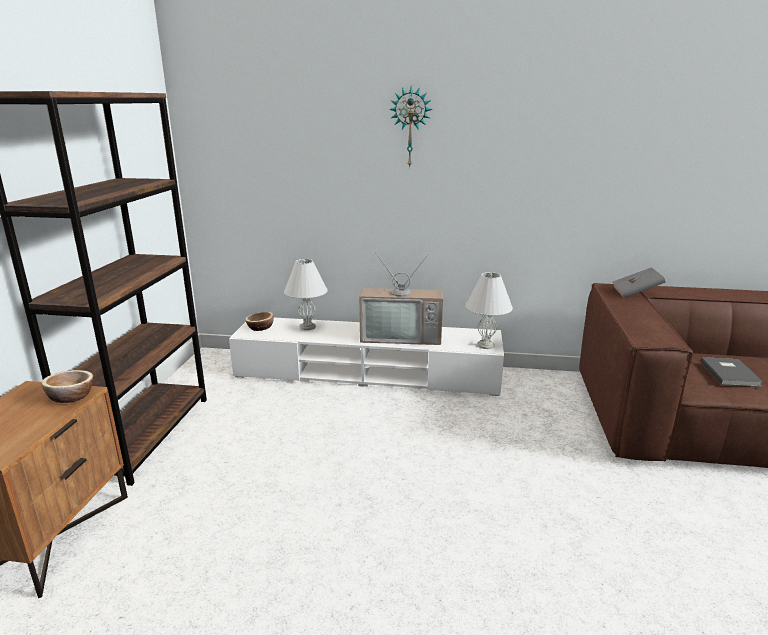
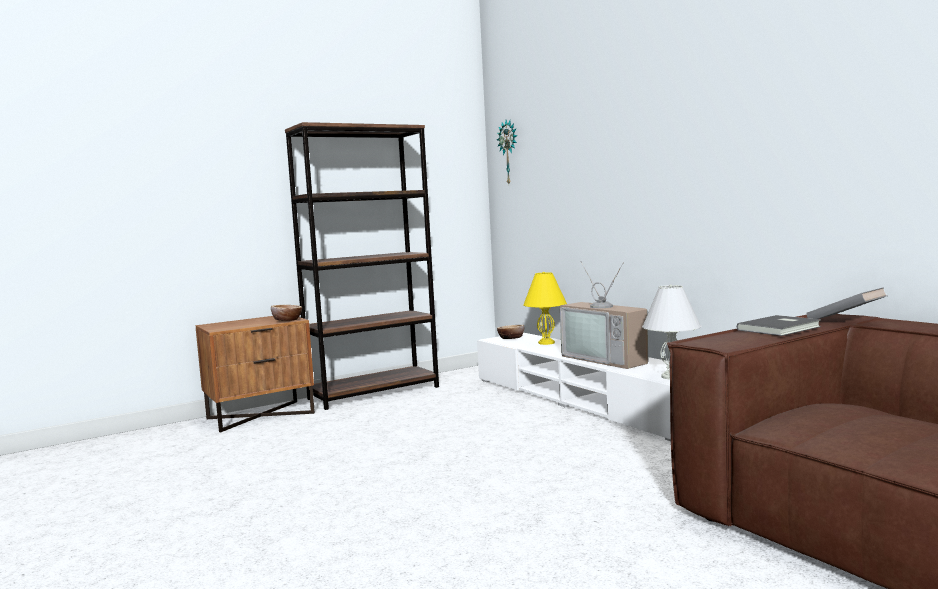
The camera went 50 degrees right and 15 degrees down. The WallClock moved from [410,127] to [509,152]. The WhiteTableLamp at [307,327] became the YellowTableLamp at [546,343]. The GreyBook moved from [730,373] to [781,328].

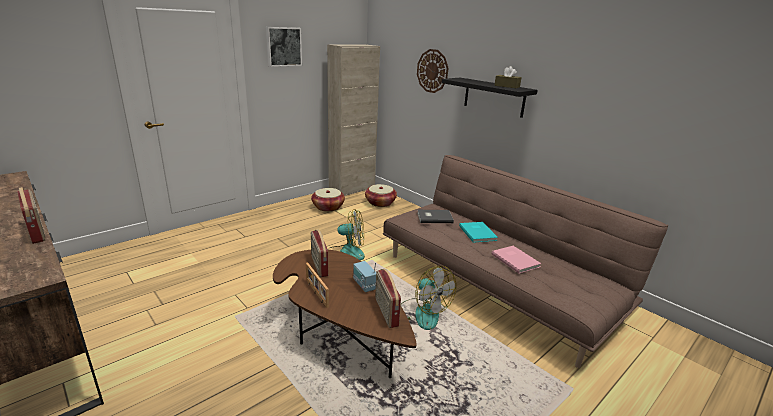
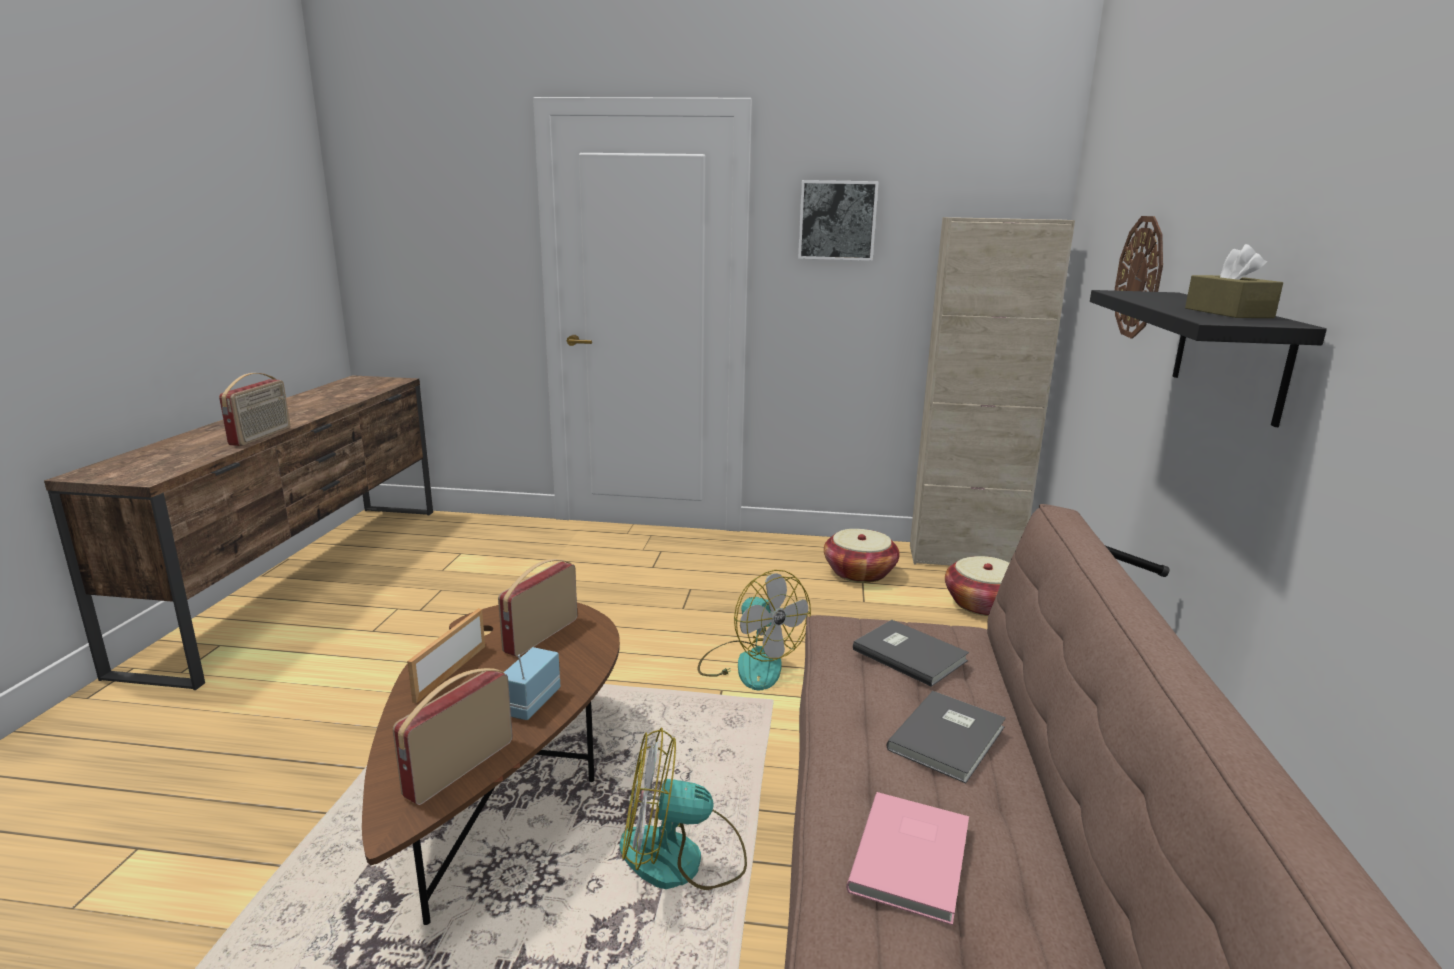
The camera went 50 degrees right and 5 degrees down. The TurquoiseBook at [478,233] became the GreyBook at [950,738]. The Fan at [421,313] turned 75 degrees clockwise.

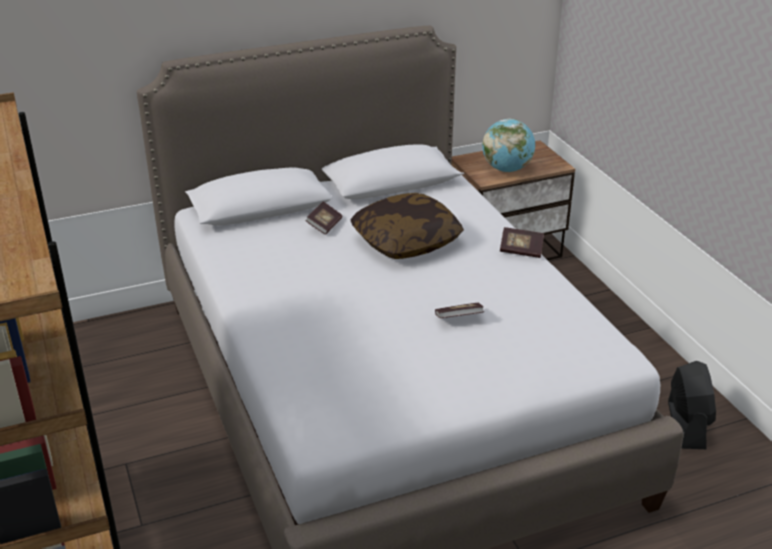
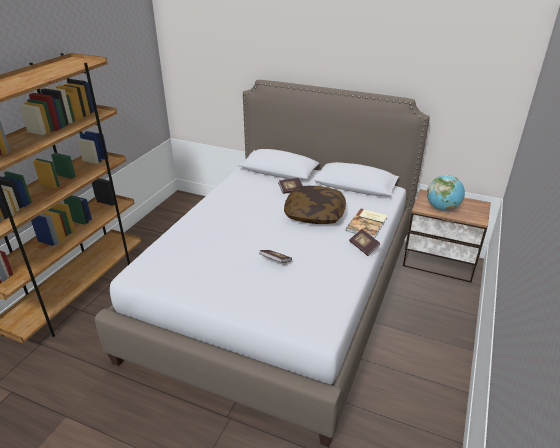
The camera went 45 degrees right and 0 degrees up. The BlackFan at [686,425] disappeared. The Book at [367,224] appeared.

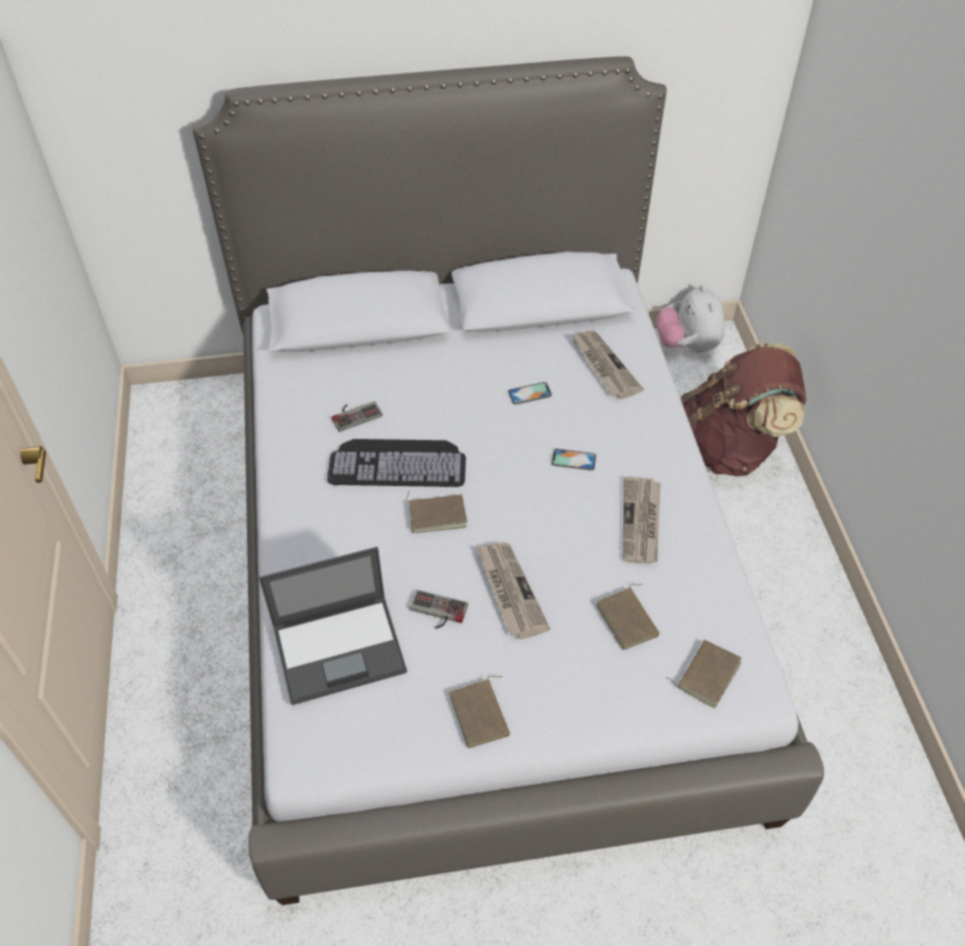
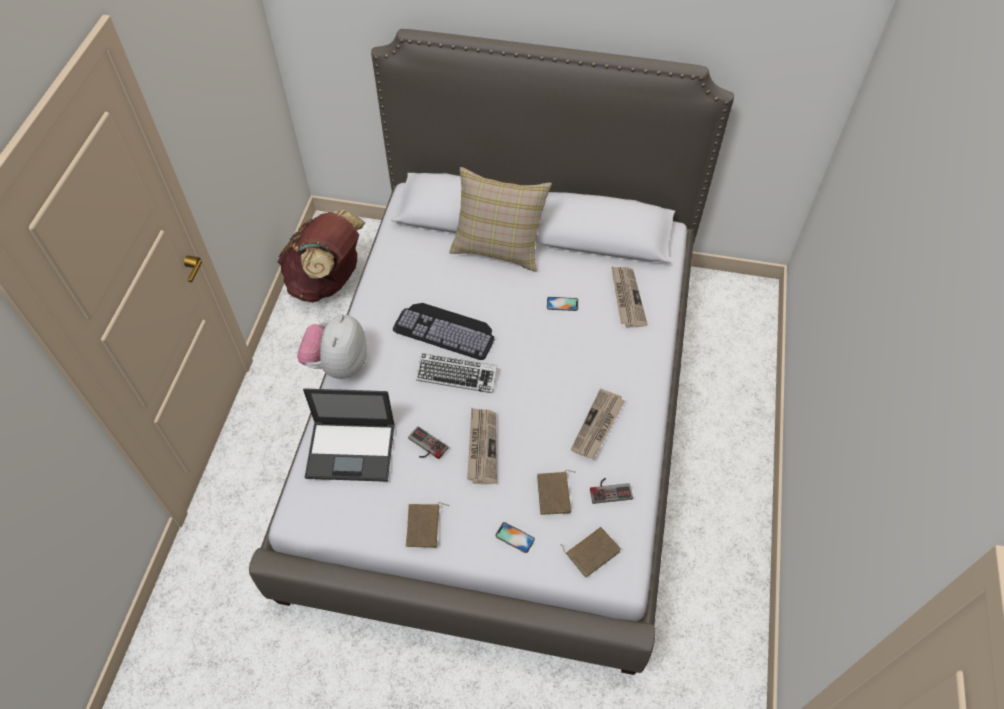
The camera went 20 degrees right and 5 degrees up. The PlushToy moved from [687,345] to [338,364]. The BrownBackpack moved from [730,447] to [327,281]. The GameController moved from [355,414] to [610,489]. The Phone moved from [573,460] to [515,537]. The BrownBook at [437,514] was replaced by the Keyboard at [457,375]. The BeigePillow at [499,245] appeared.

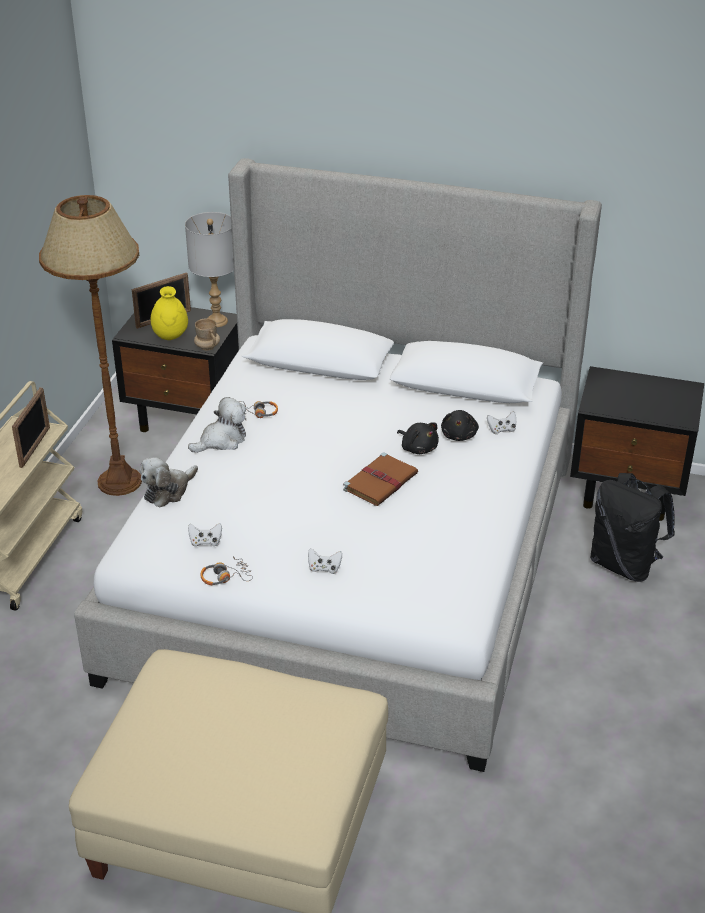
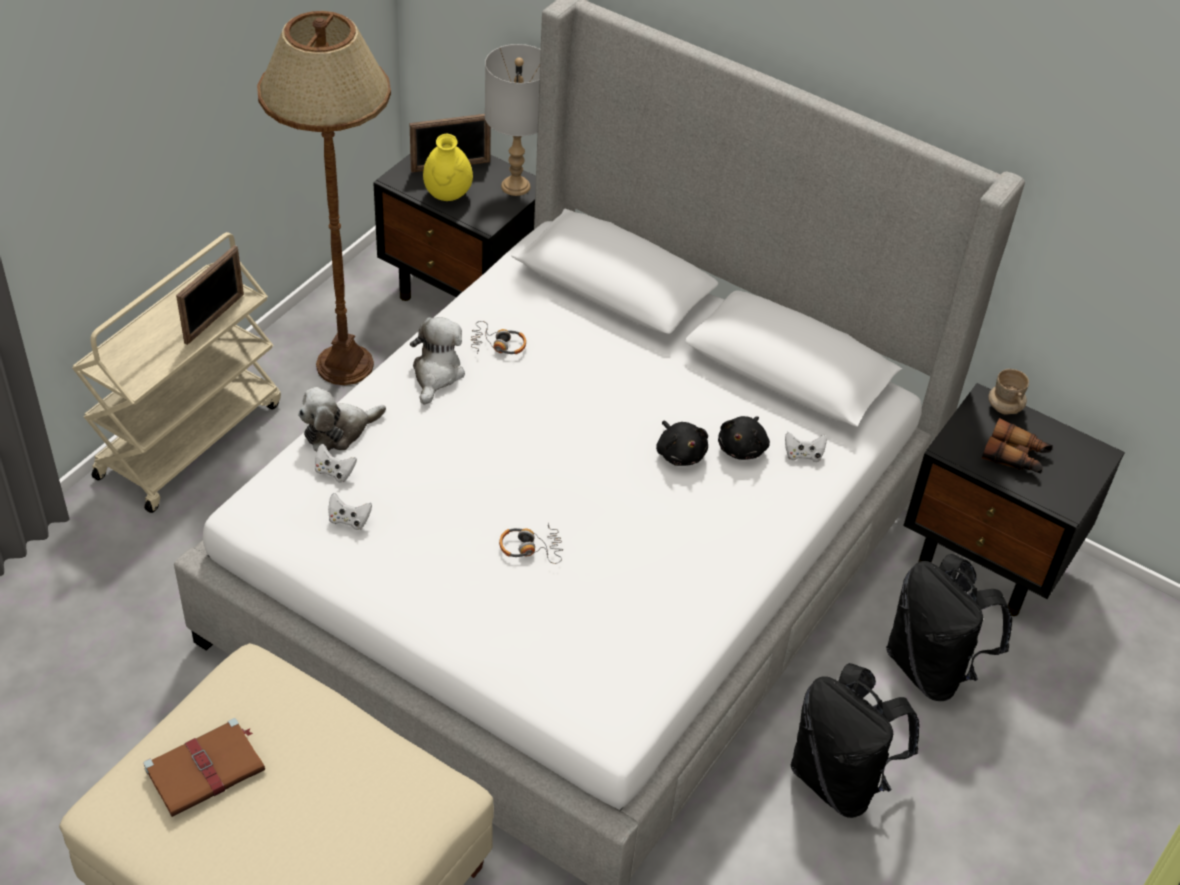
The camera went 15 degrees right and 10 degrees up. The BeigeMug moved from [207,347] to [1004,407]. The PlushToy at [222,440] turned 60 degrees counterclockwise. The BrownBook moved from [381,481] to [207,769]. The WhiteGameController moved from [324,568] to [334,472]. The Headphones moved from [225,577] to [530,548]. The Binoculars at [1015,456] appeared. The BlackBackpack at [840,779] appeared.

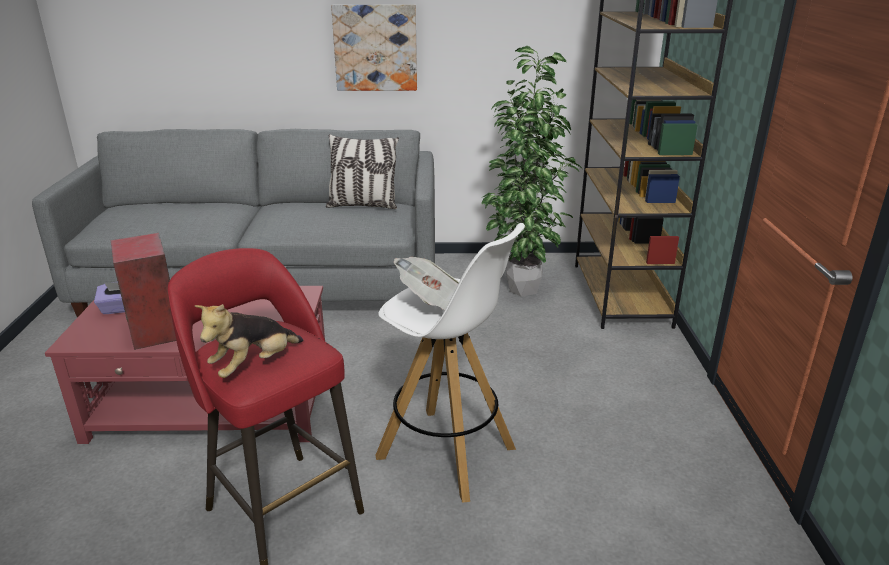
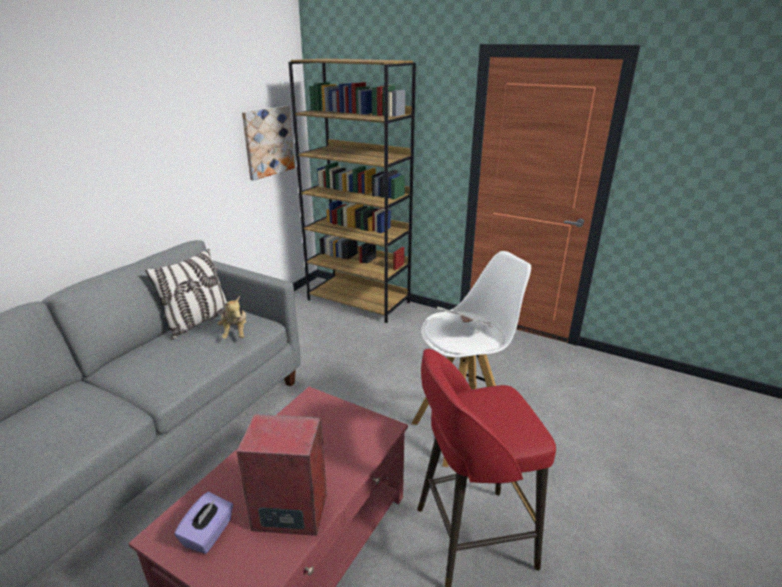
The camera went 60 degrees left and 0 degrees up. The Picture moved from [375,48] to [268,142]. The PottedPlant at [522,288] disappeared. The PlushToy moved from [254,365] to [235,333].

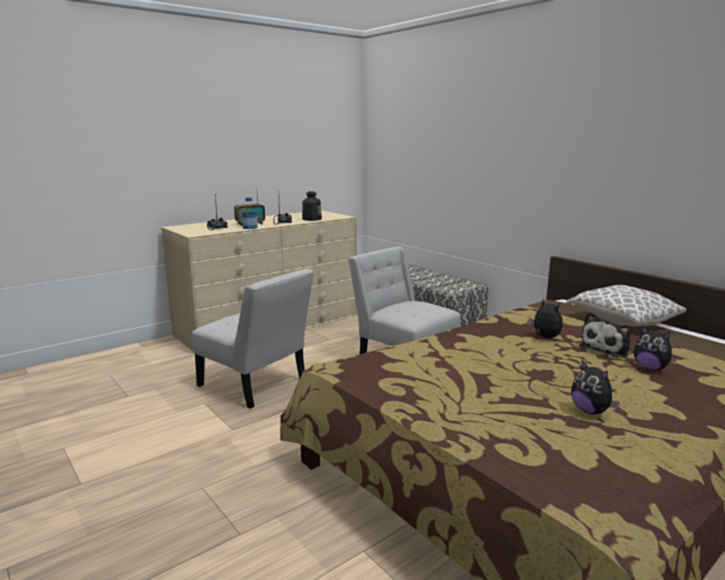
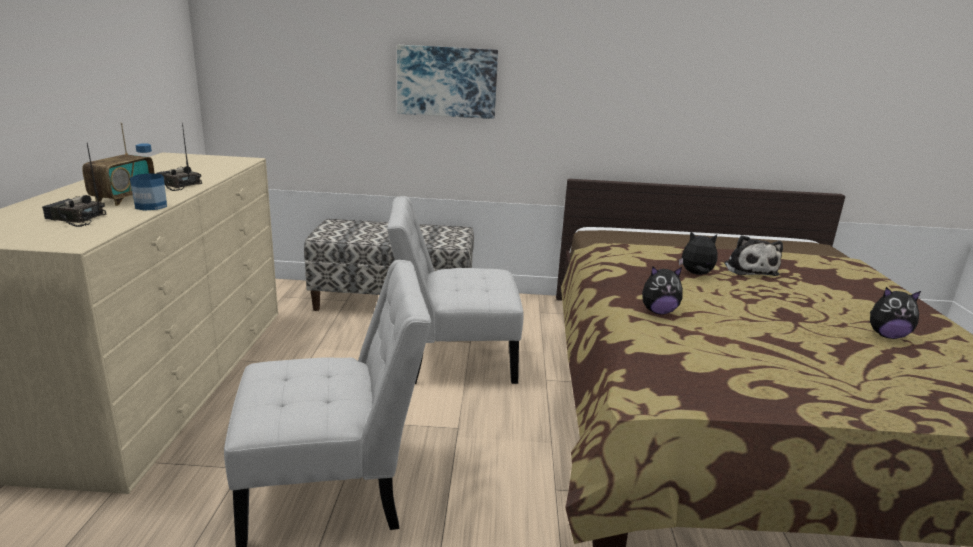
The camera went 50 degrees left and 5 degrees up. The Bottle at [311,219] disappeared. The Pillow at [622,321] disappeared. The PlushToy moved from [650,368] to [658,312]. The Picture at [447,81] appeared.

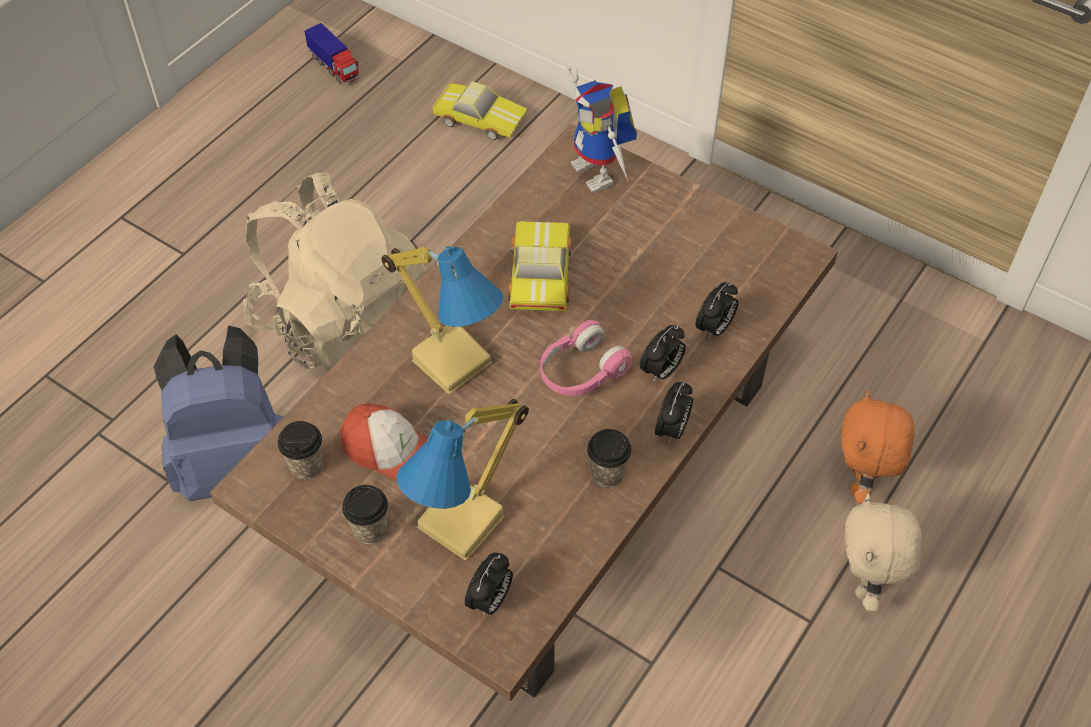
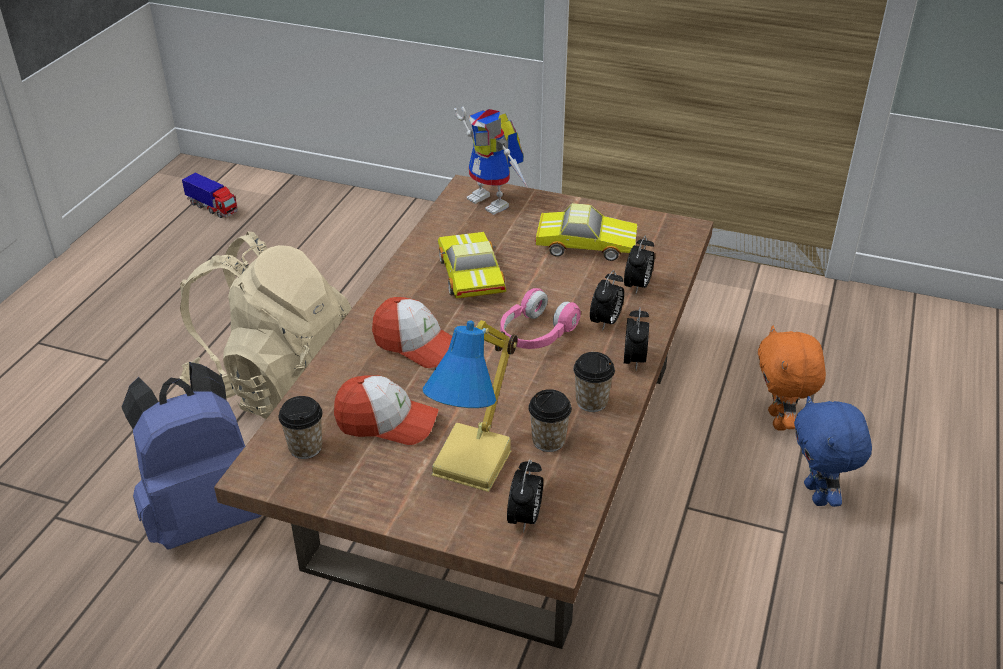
The camera went 15 degrees left and 15 degrees down. The ToyCar moved from [480,117] to [585,243]. The TableLamp at [453,359] was replaced by the Cap at [417,344]. The Cup moved from [370,529] to [548,441]. The BeigePlushToy at [865,585] became the BluePlushToy at [818,494].

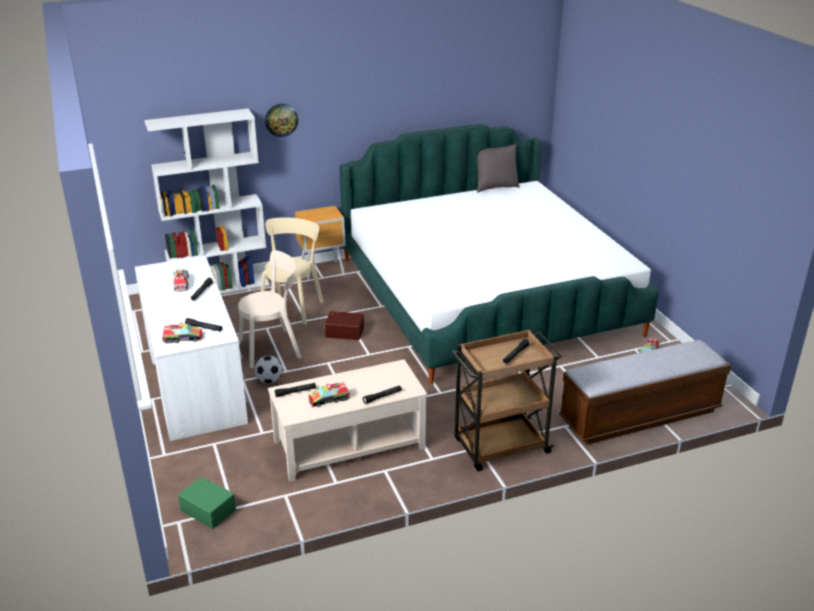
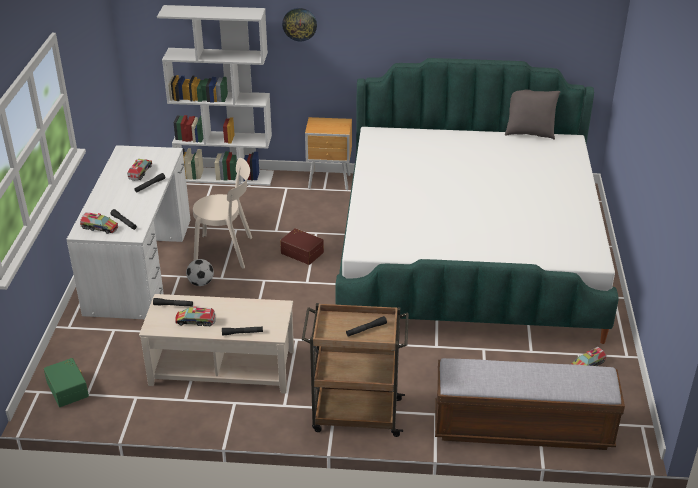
The camera went 25 degrees right and 5 degrees up. The BeigeChair at [293,307] disappeared.

